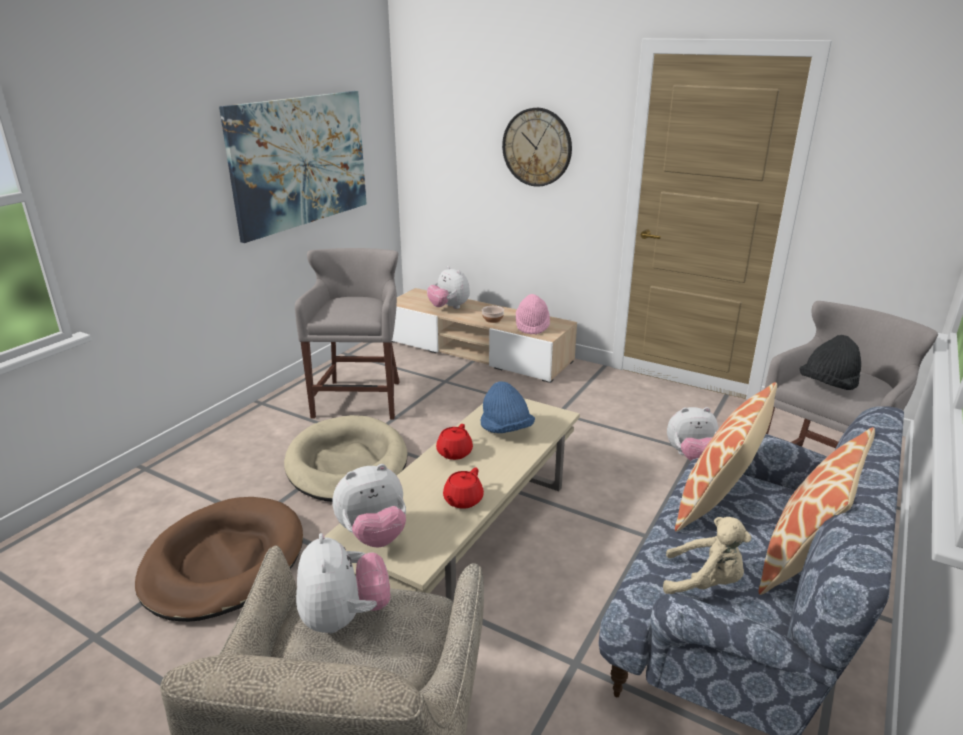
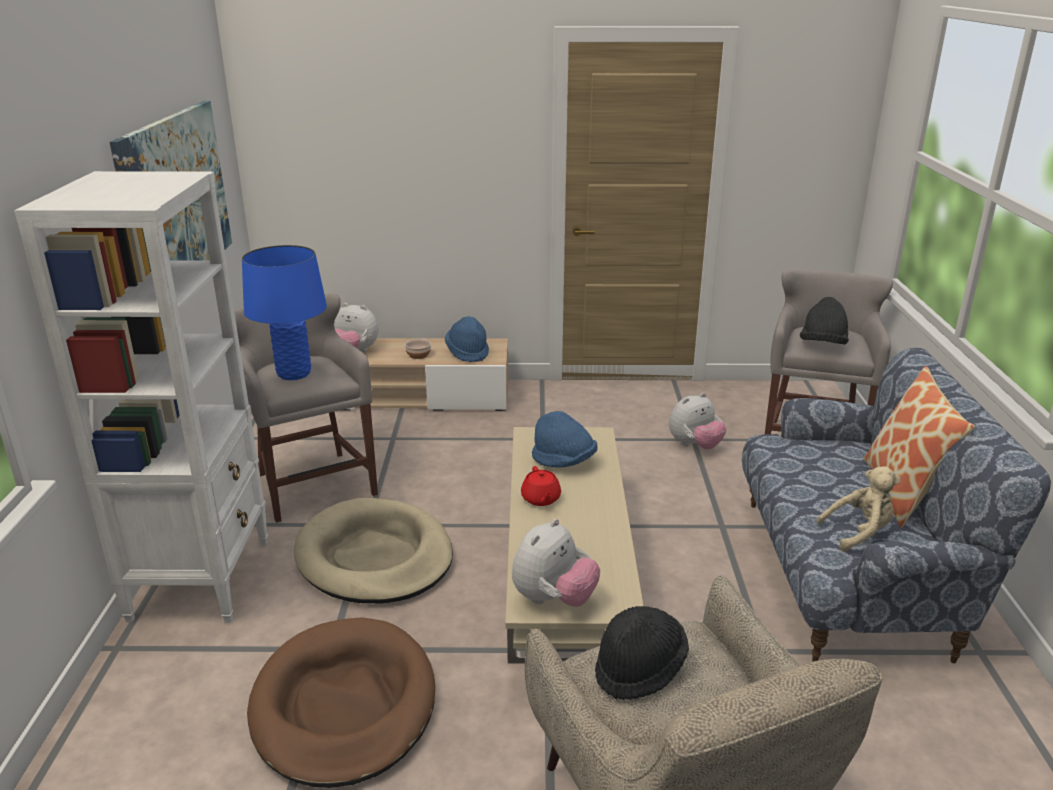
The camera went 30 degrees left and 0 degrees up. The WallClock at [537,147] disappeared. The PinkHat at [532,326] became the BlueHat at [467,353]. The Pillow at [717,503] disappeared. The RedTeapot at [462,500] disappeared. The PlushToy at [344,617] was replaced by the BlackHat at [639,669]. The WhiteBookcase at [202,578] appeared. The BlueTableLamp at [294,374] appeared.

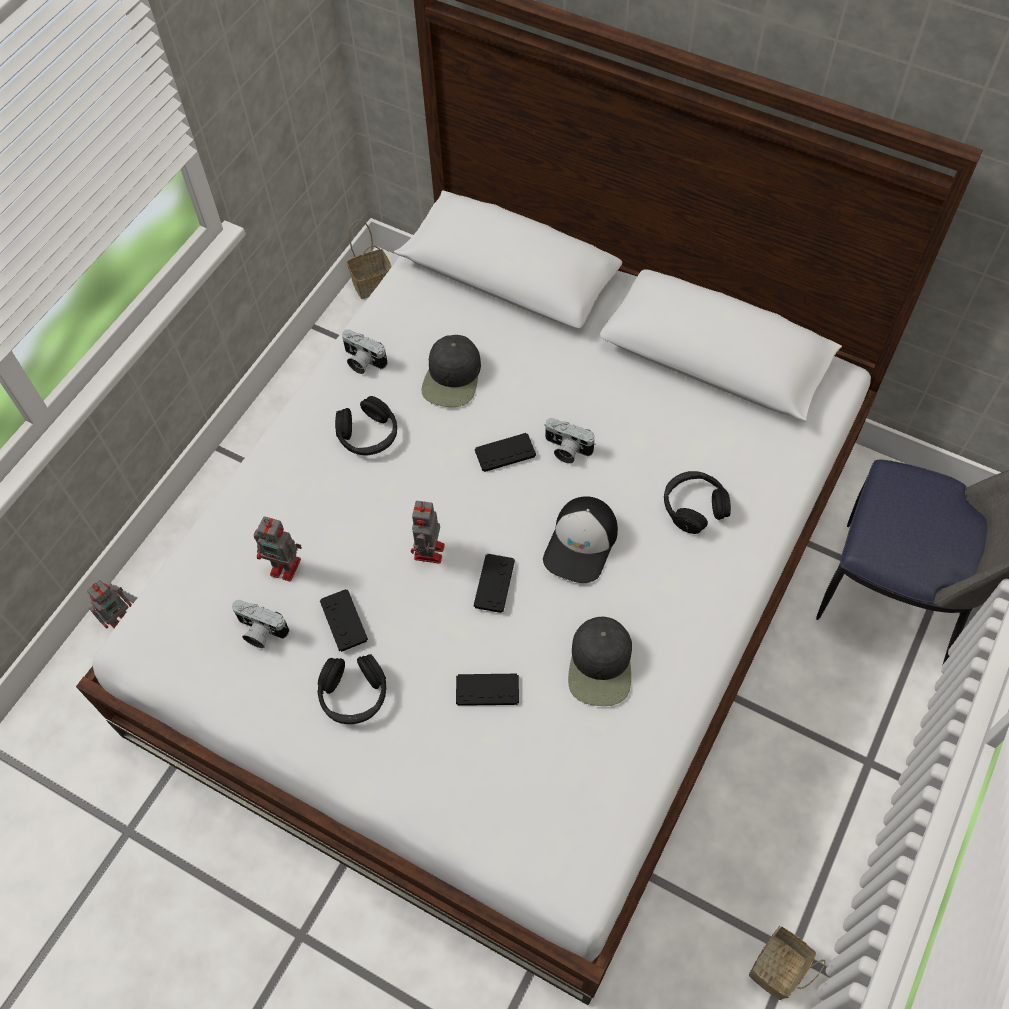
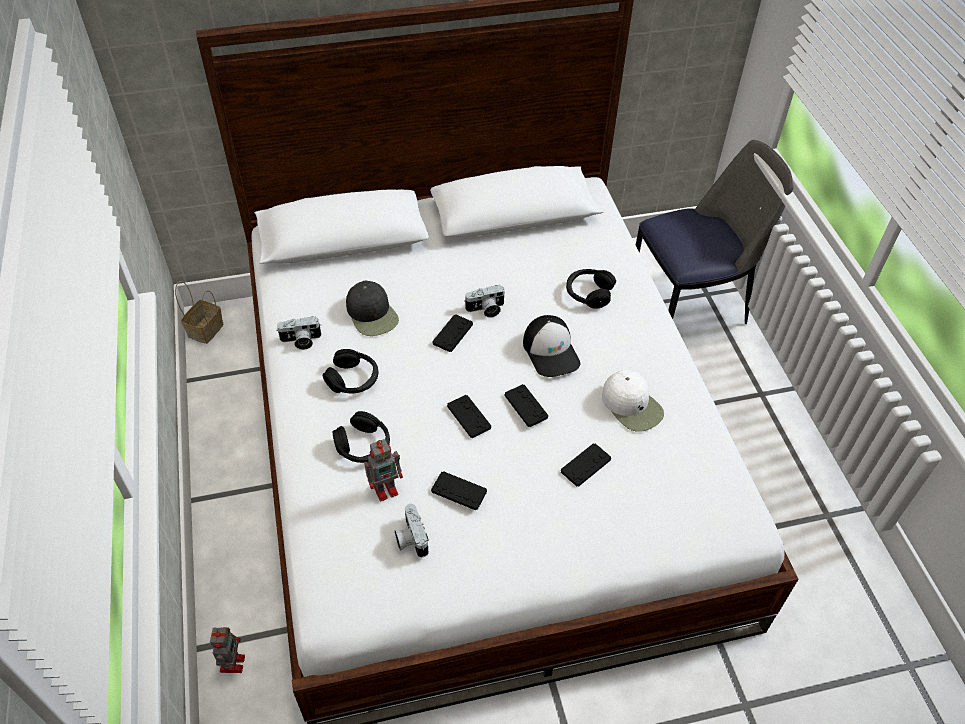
The camera went 45 degrees left and 10 degrees down. The ToyRobot at [429,553] was replaced by the BlackGameController at [469,417]. The PhotoCamera at [259,631] turned 90 degrees clockwise. The BlackCap at [601,665] became the WhiteCap at [632,405]. The BlackHeadphones moved from [354,695] to [363,445]. The Basket at [777,970] disappeared.

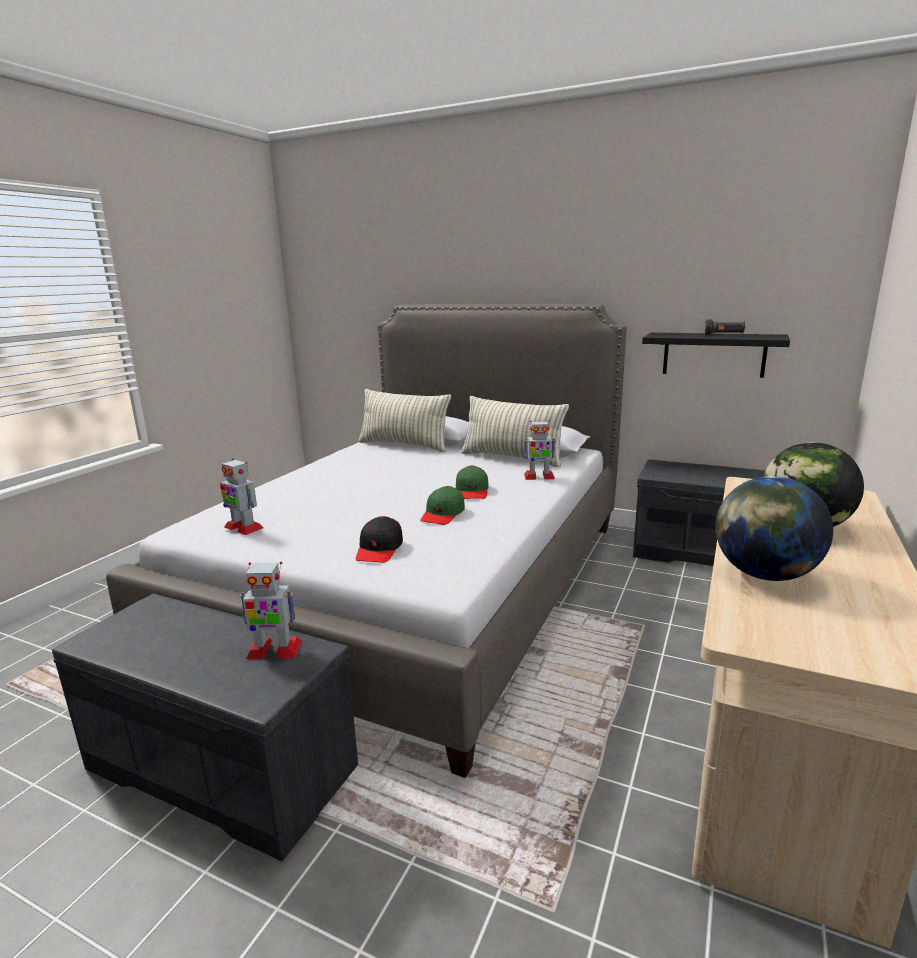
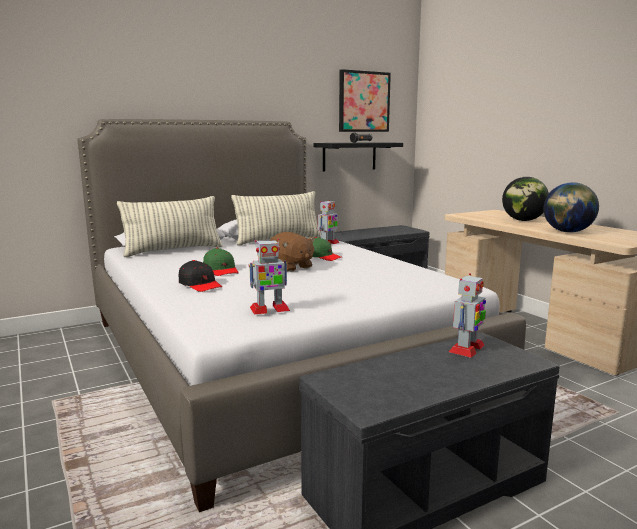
The camera went 55 degrees left and 5 degrees down. The GreenCap moved from [443,514] to [221,270]. The BlackCap moved from [379,549] to [200,285]. The Picture at [363,102] appeared. The BrownPlushToy at [291,267] appeared.

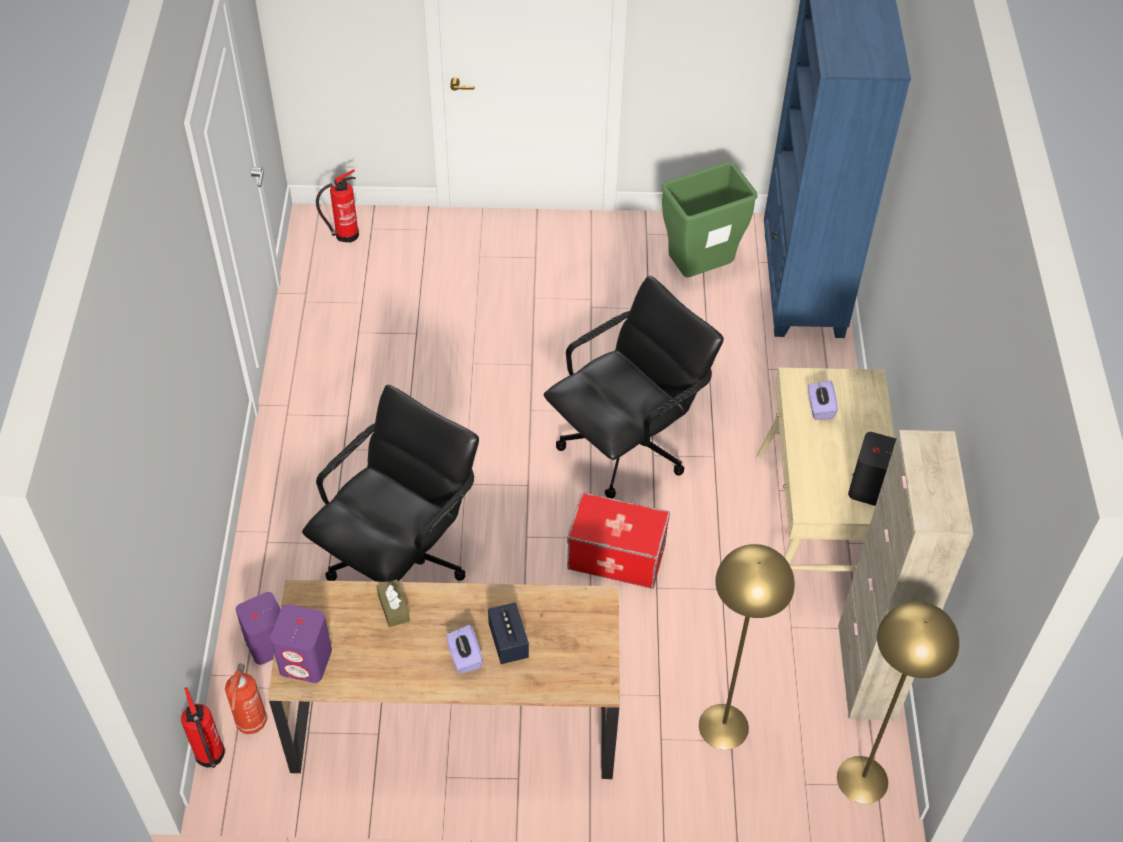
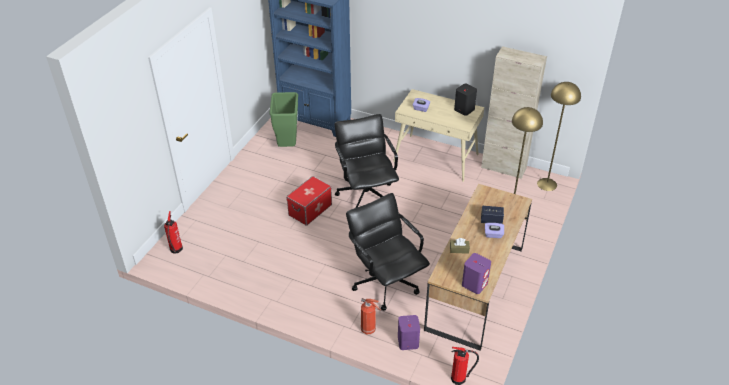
The camera went 65 degrees left and 10 degrees down. The StorageBox moved from [616,556] to [310,209]. The FireExtinguisher moved from [251,723] to [369,329].

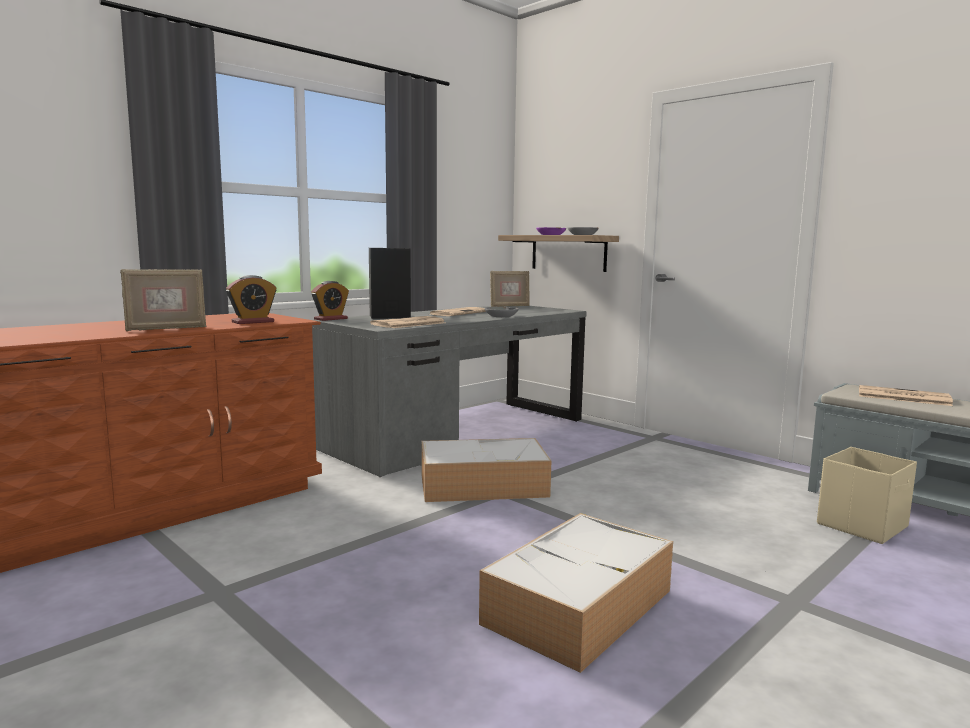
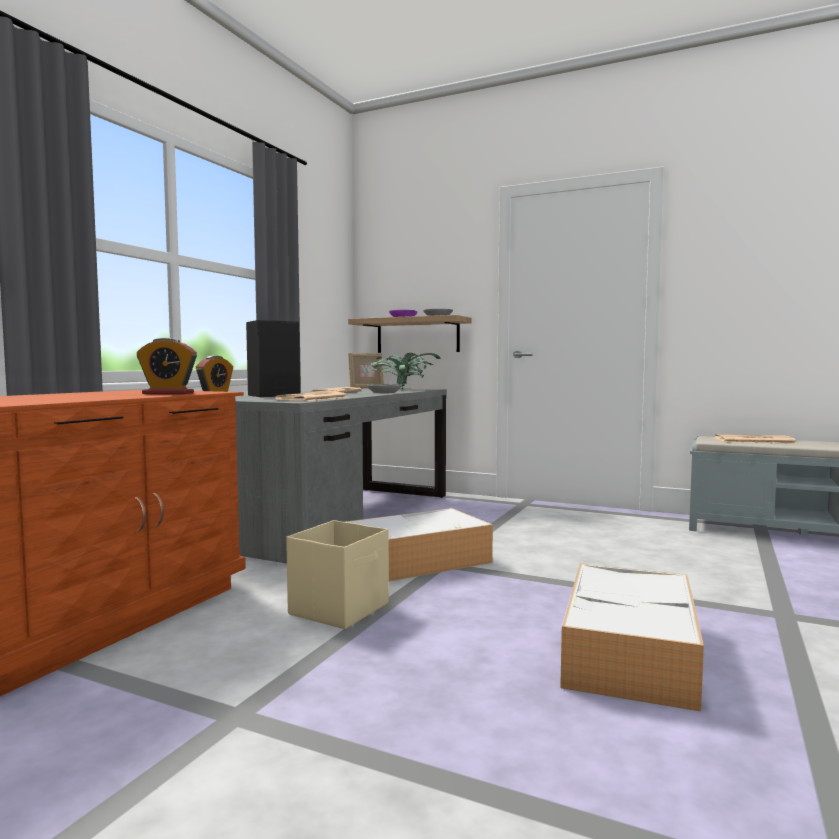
The camera went 20 degrees left and 5 degrees down. The PictureFrame at [166,328] disappeared. The AlarmClock at [253,322] turned 60 degrees clockwise. The BeigeStorageBox moved from [863,525] to [340,608]. The PottedPlant at [402,389] appeared.

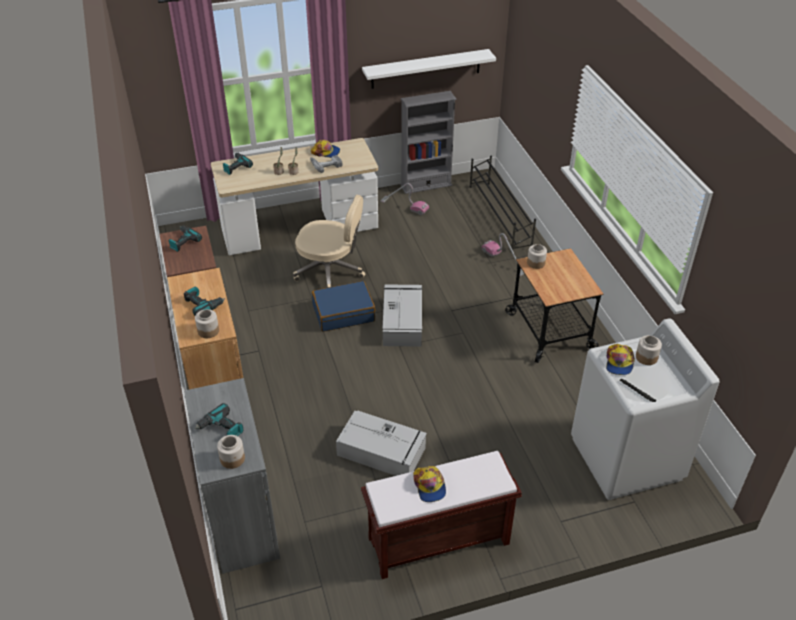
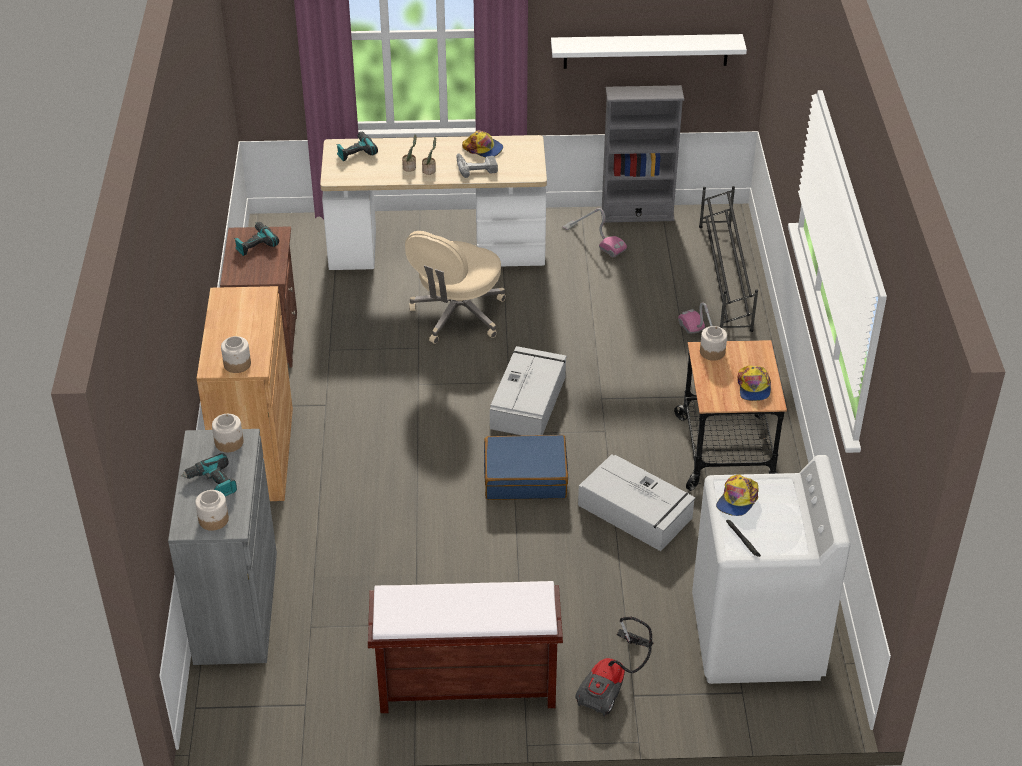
The camera went 15 degrees right and 0 degrees up. The BeigeOfficeChair at [330,271] turned 90 degrees clockwise. The BlueSuitcase moved from [343,313] to [525,477]. The PowerDrill at [203,304] disappeared. The Jar moved from [646,357] to [229,442]. The GreyStorageBox moved from [382,452] to [636,512]. The Cap moved from [429,486] to [753,387]. The VacuumCleaner at [613,683] appeared.

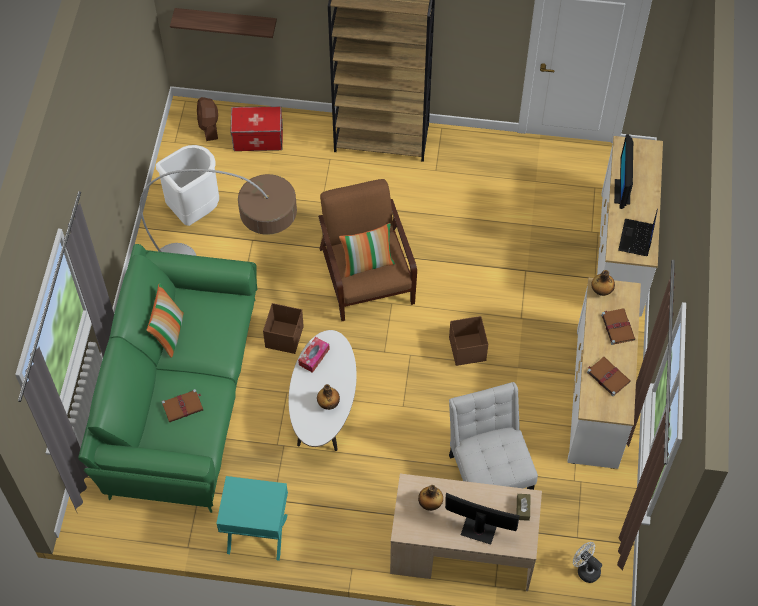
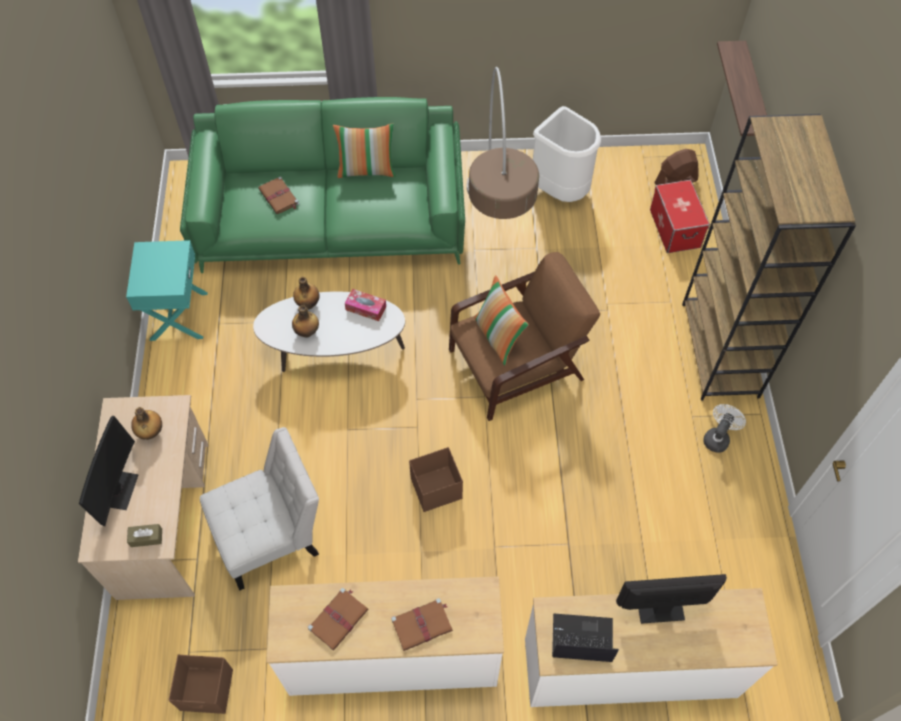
The camera went 80 degrees right and 0 degrees up. The Bottle moved from [601,291] to [308,303]. The BrownStorageBox moved from [285,336] to [207,690]. The WhiteFan moved from [585,569] to [717,437].

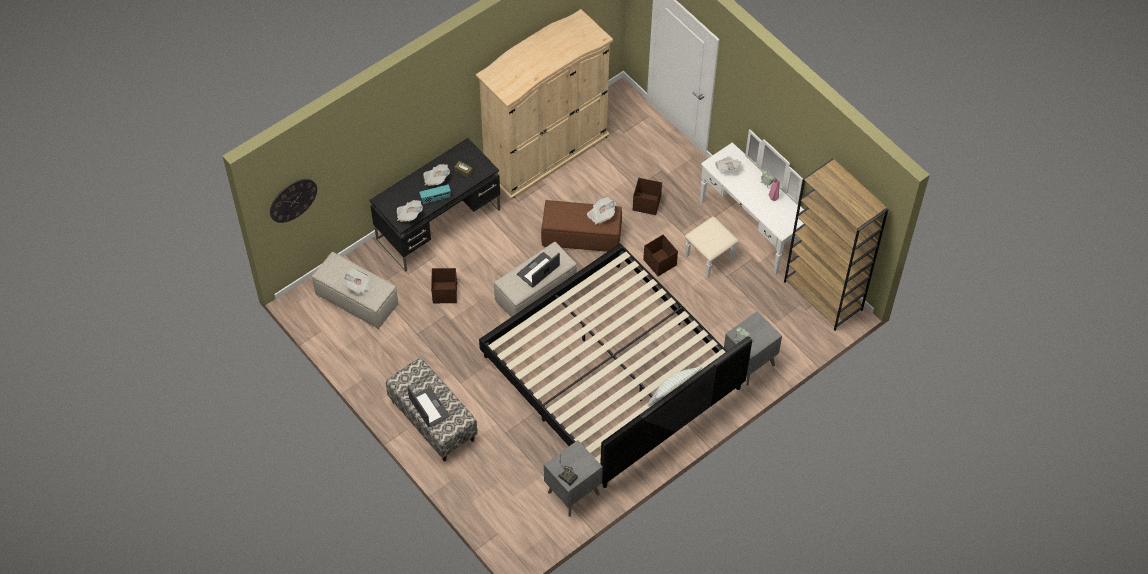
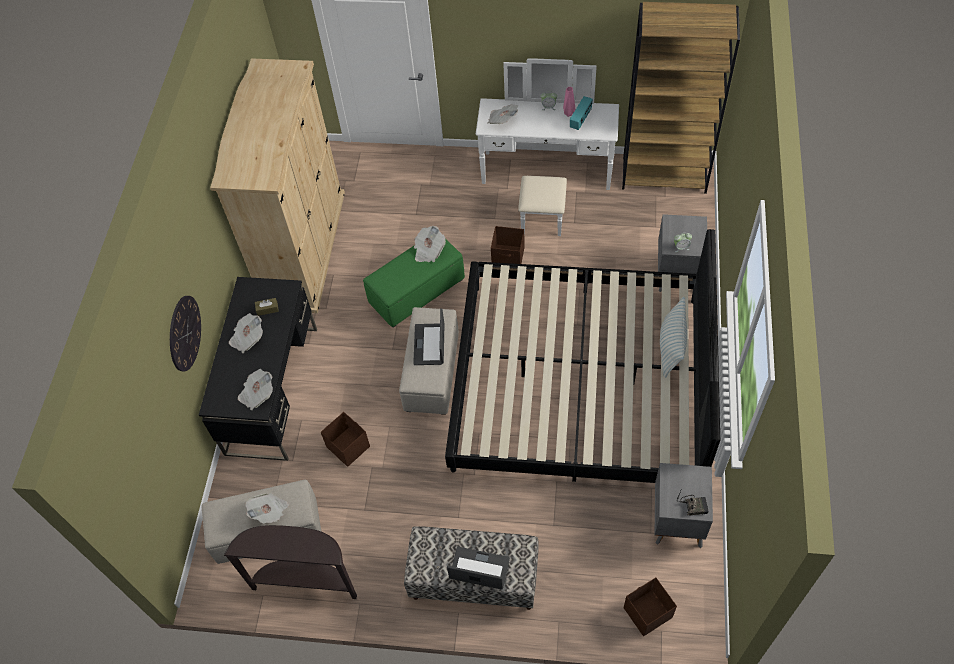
The camera went 40 degrees left and 0 degrees up. The BrownStorageBox moved from [646,203] to [647,613]. The WallClock moved from [293,200] to [184,333]. The Radio moved from [435,199] to [581,120]. The BrownOttoman at [580,237] became the GreenOttoman at [416,292]. The BrownConsoleTable at [306,580] appeared.

